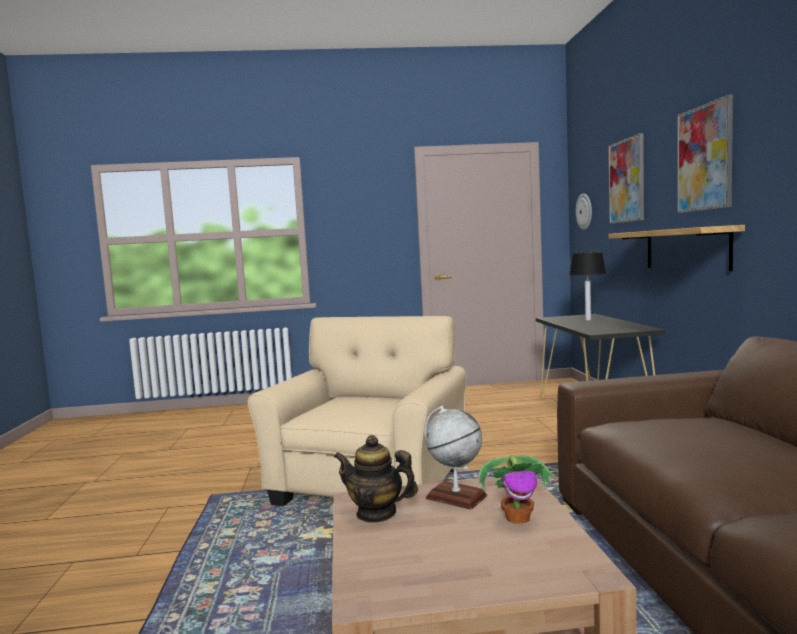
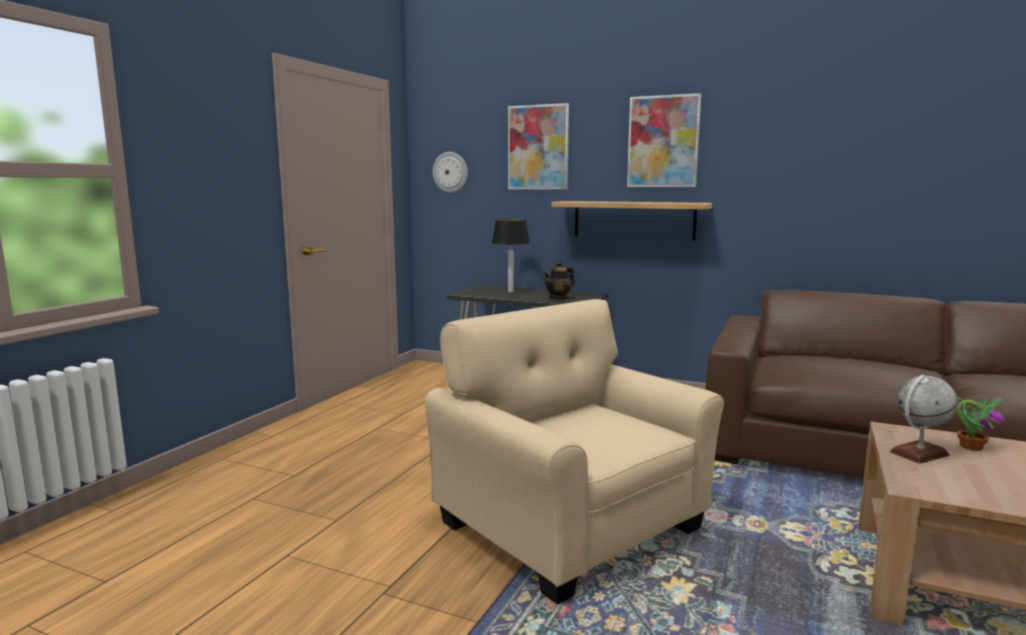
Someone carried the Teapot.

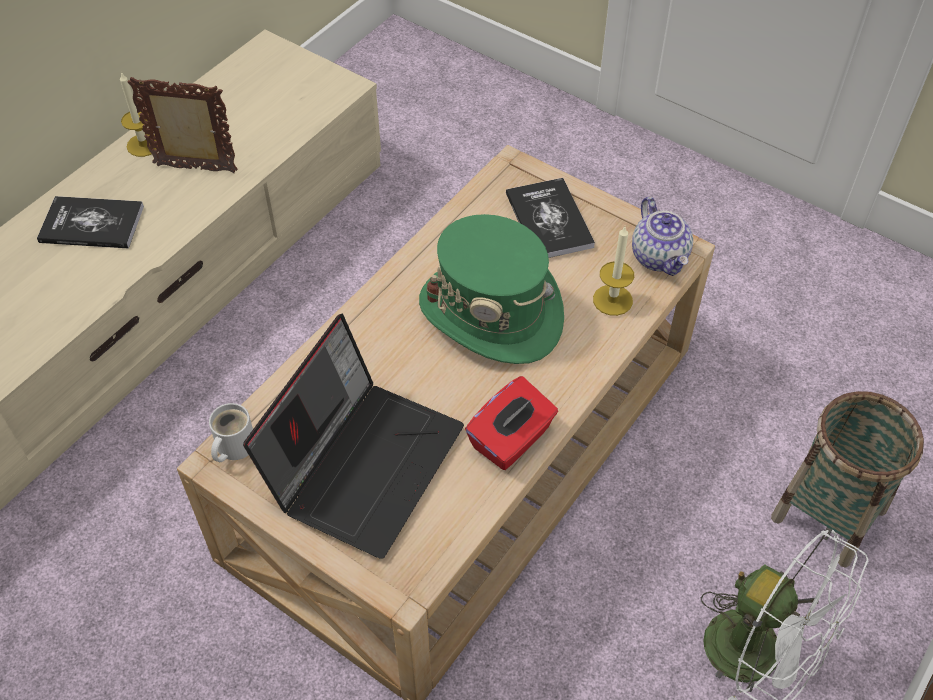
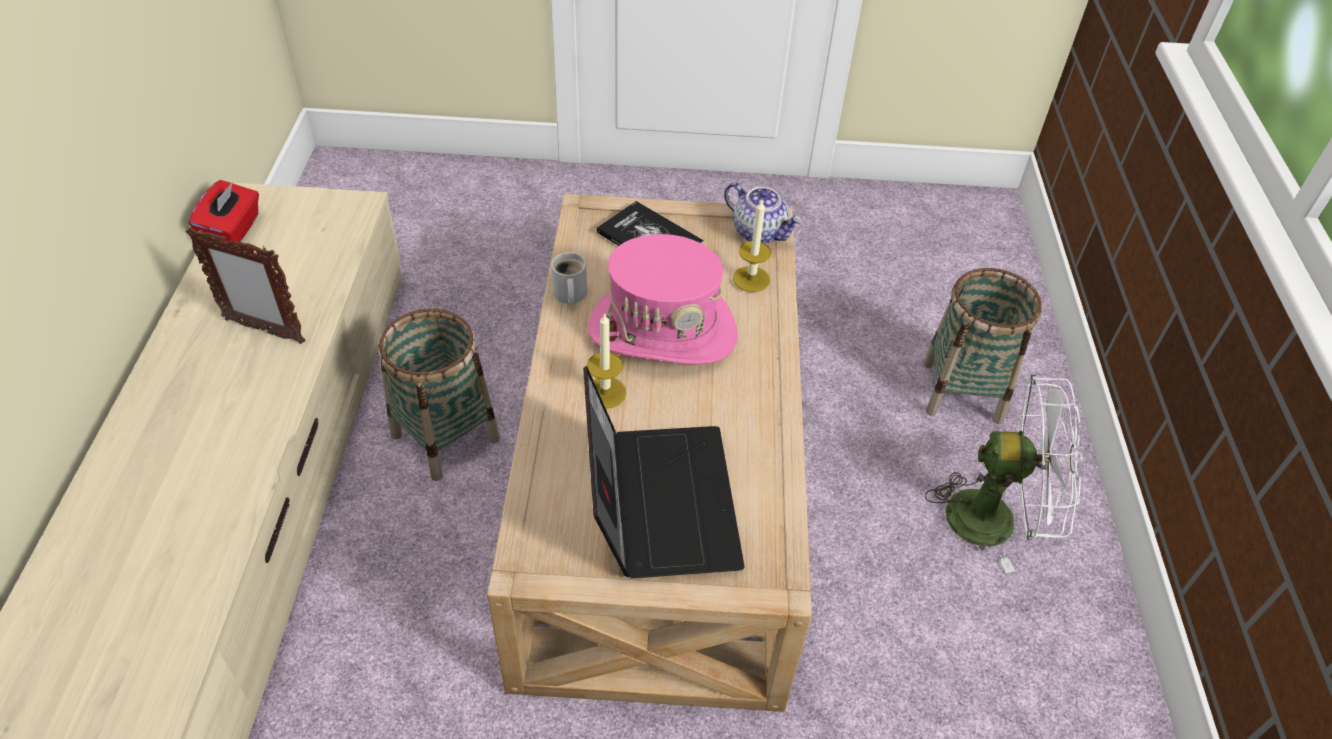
Someone rotated the StandingFrame by 135 degrees counterclockwise. Someone carried the RedColouredTissueBox. Someone put down the HouseholdBasket (no. 1 from left). Someone carried the WhiteTeaMug. Someone carried the Candle (no. 1 from left). Someone repainted the GreenColouredHat, which became the PinkishHat. Someone took away the Volume (no. 1 from left).

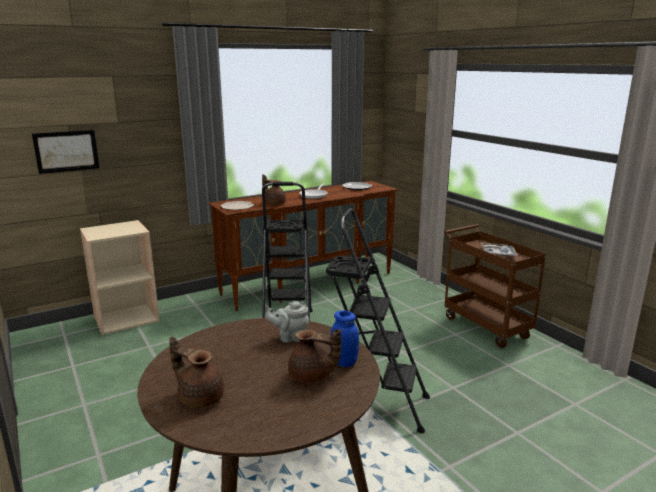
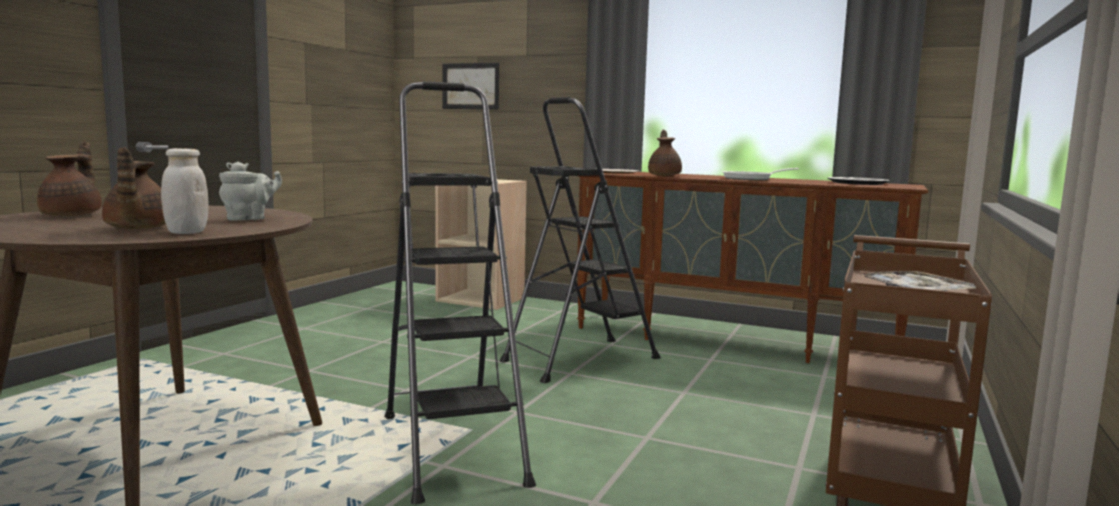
Someone repainted the BluishStorageJar, which became the WhiteStorageJar. Someone rotated the GreyTeapot by 90 degrees clockwise.

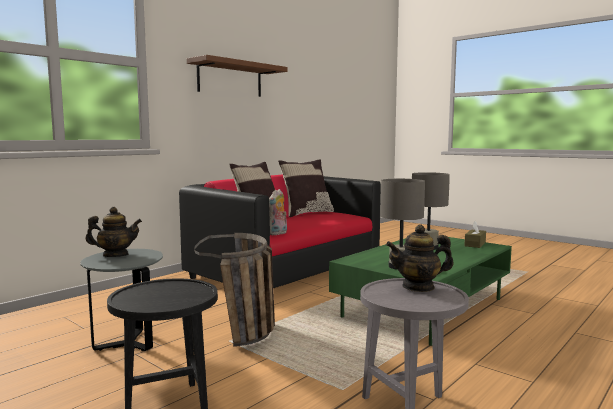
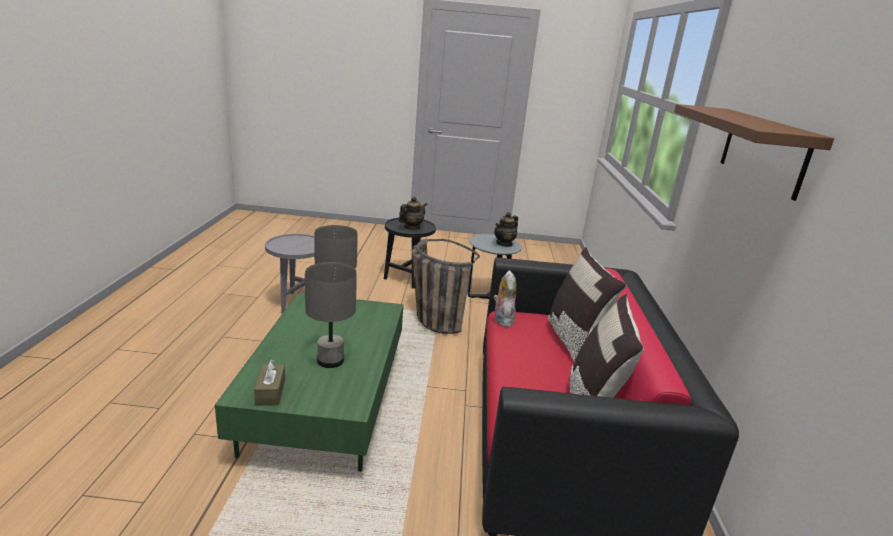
Someone carried the Teapot (no. 2 from left in the first image).

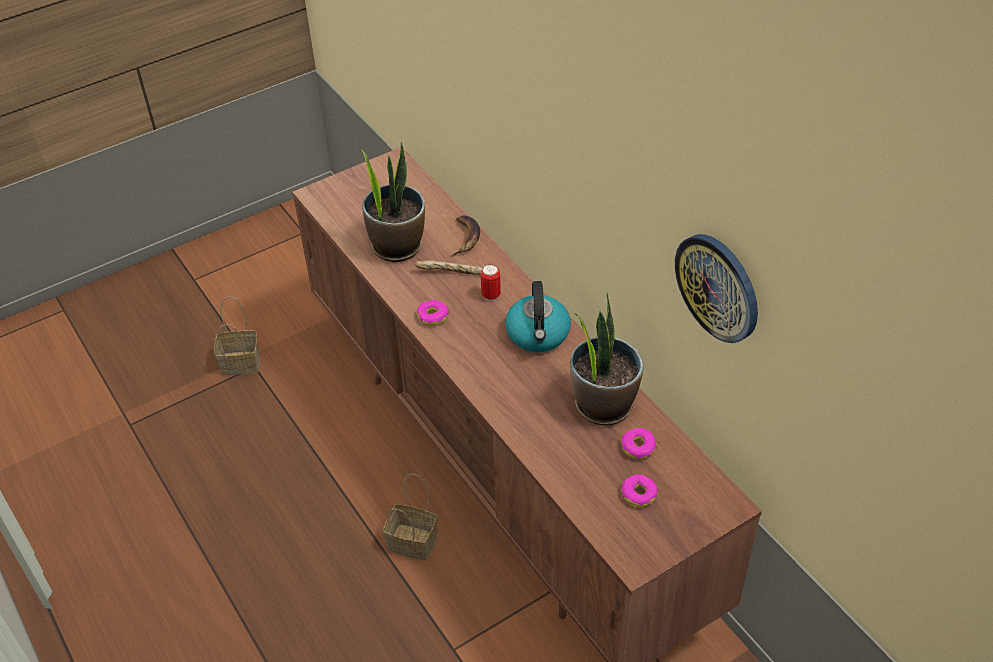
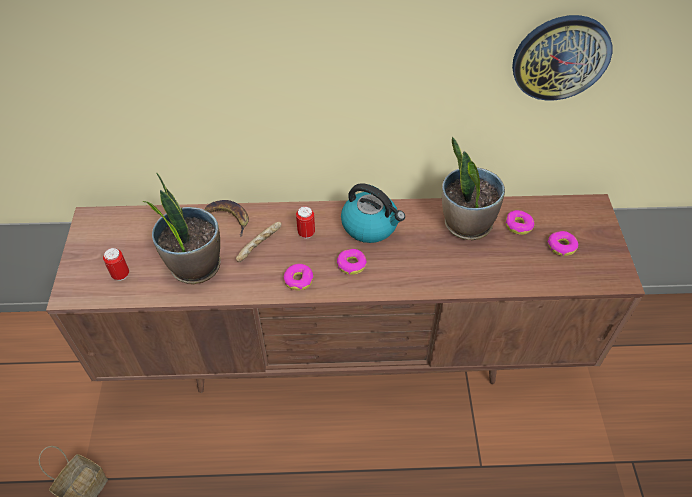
Someone put down the Can (no. 1 from left). Someone put down the Donut (no. 2 from left). Someone took away the HouseholdBasket (no. 2 from left).

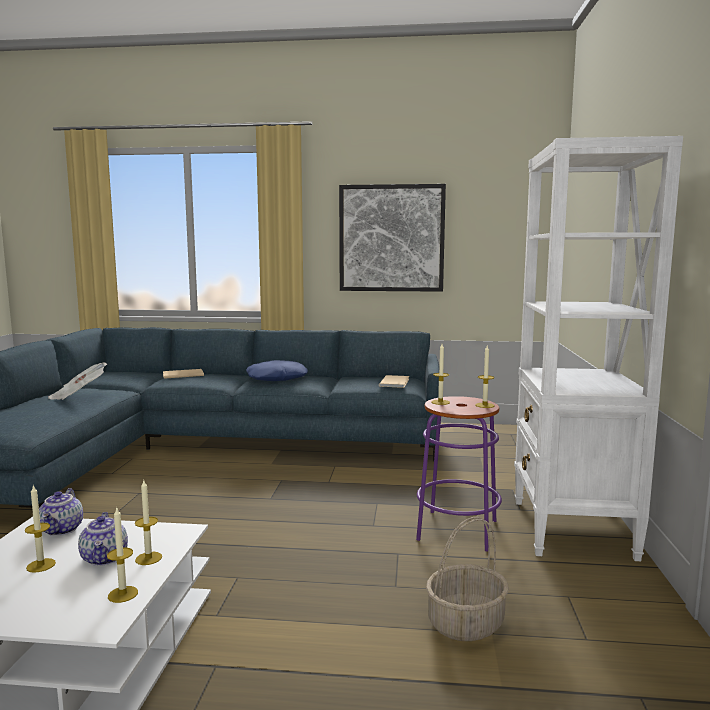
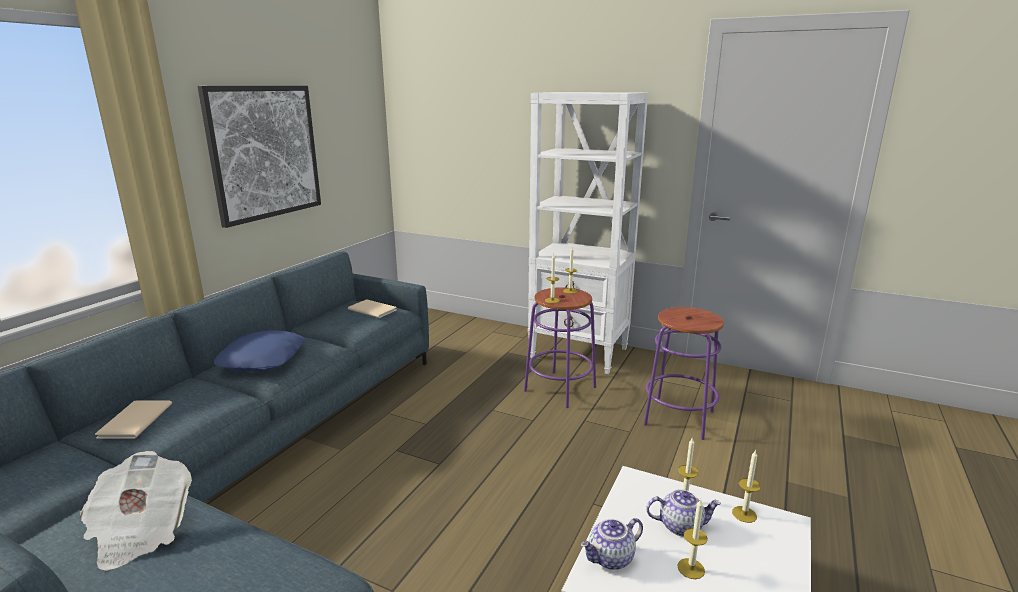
Someone rotated the Teapot (no. 1 from left) by 135 degrees clockwise. Someone swapped the HouseholdBasket for the PurplishStoolSeat (no. 2 from left).

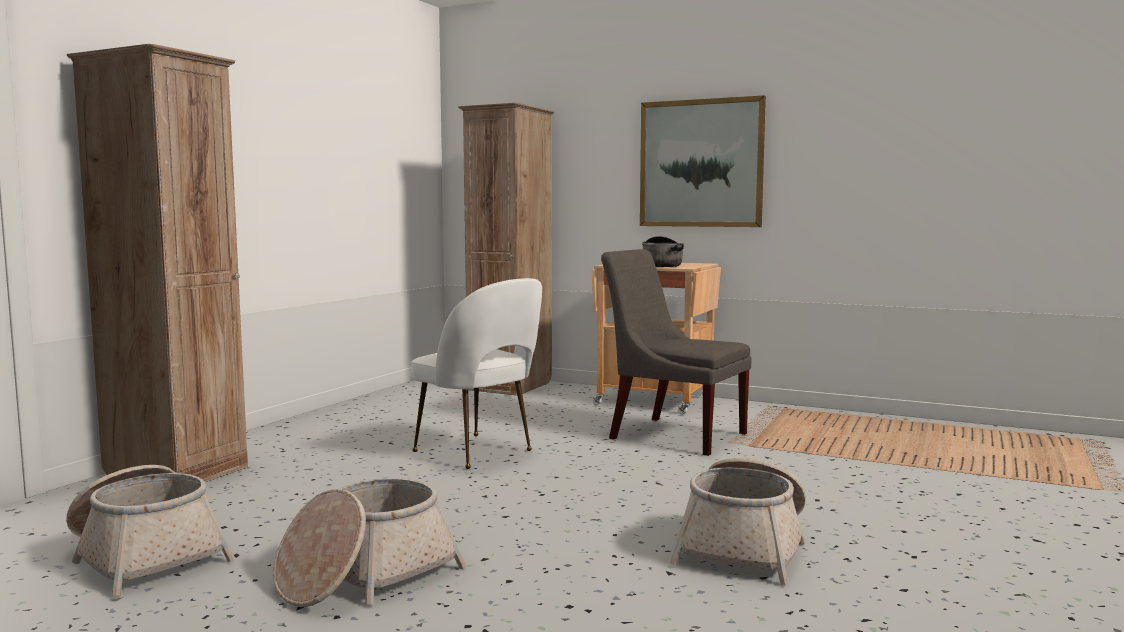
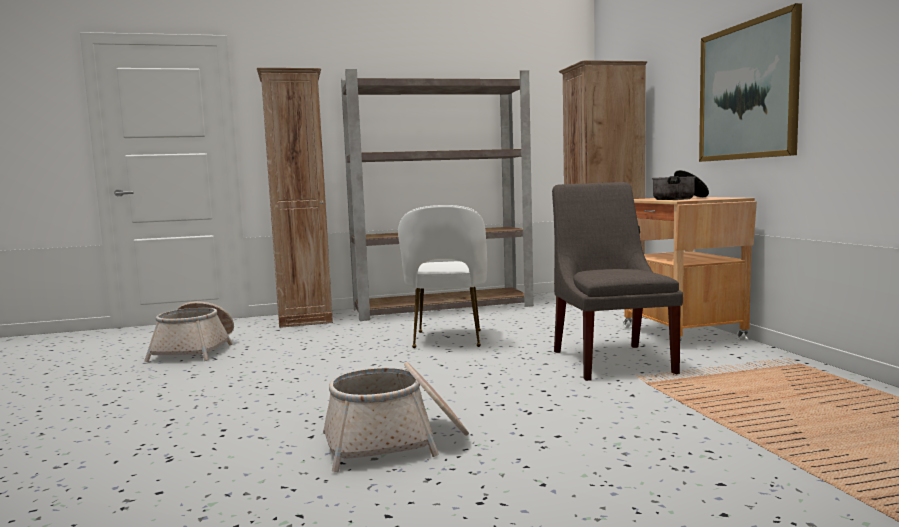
Someone put down the BrownBookshelf. Someone took away the HouseholdBasket (no. 2 from left).

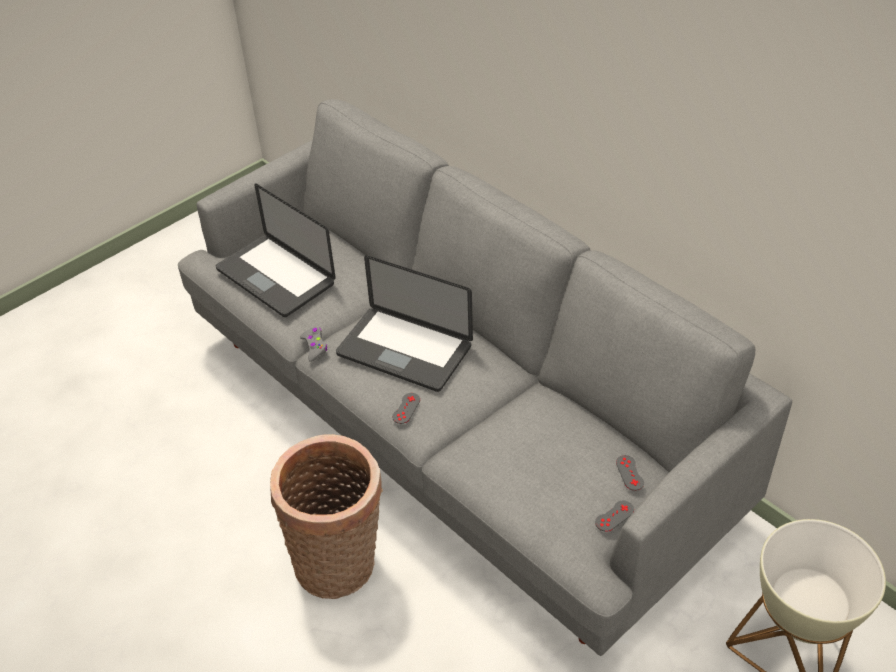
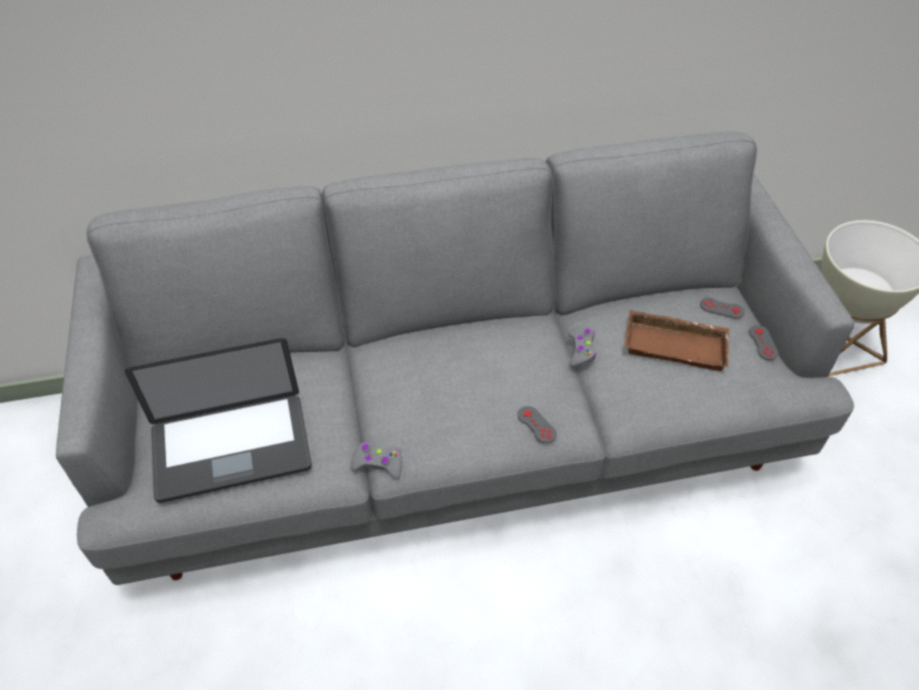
Someone put down the GreyGamepad (no. 3 from left). Someone put down the BrownCarryingTray. Someone took away the HouseholdBasket. Someone took away the Laptop (no. 2 from left).

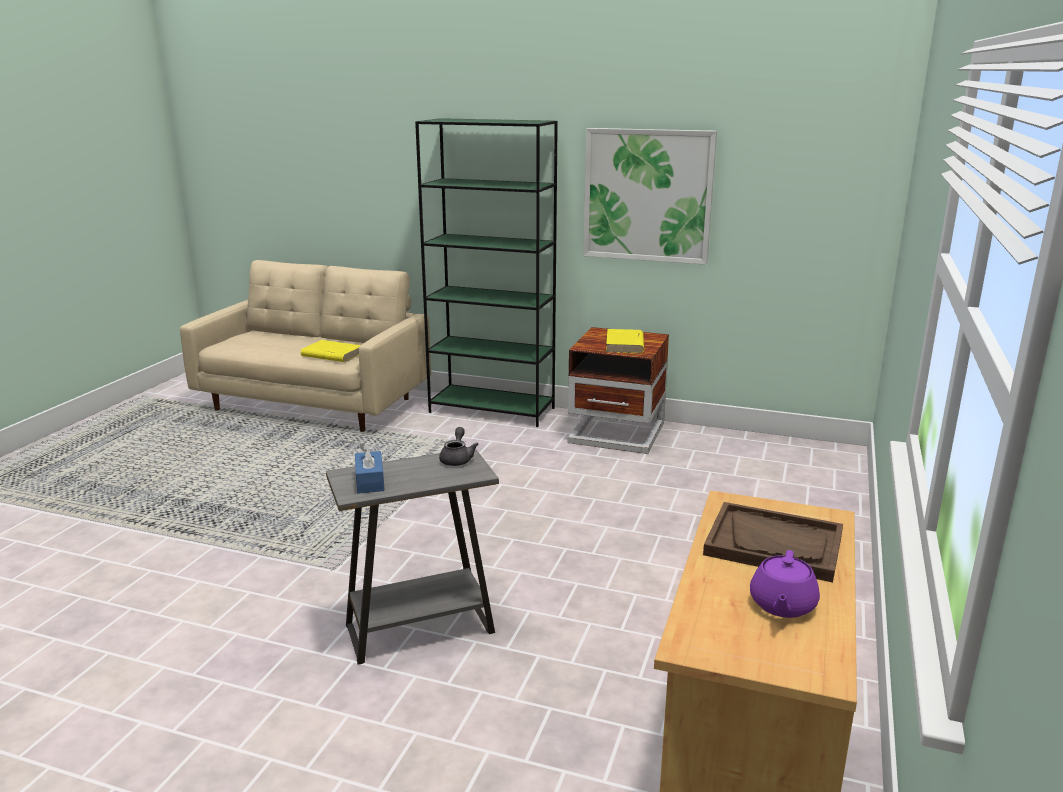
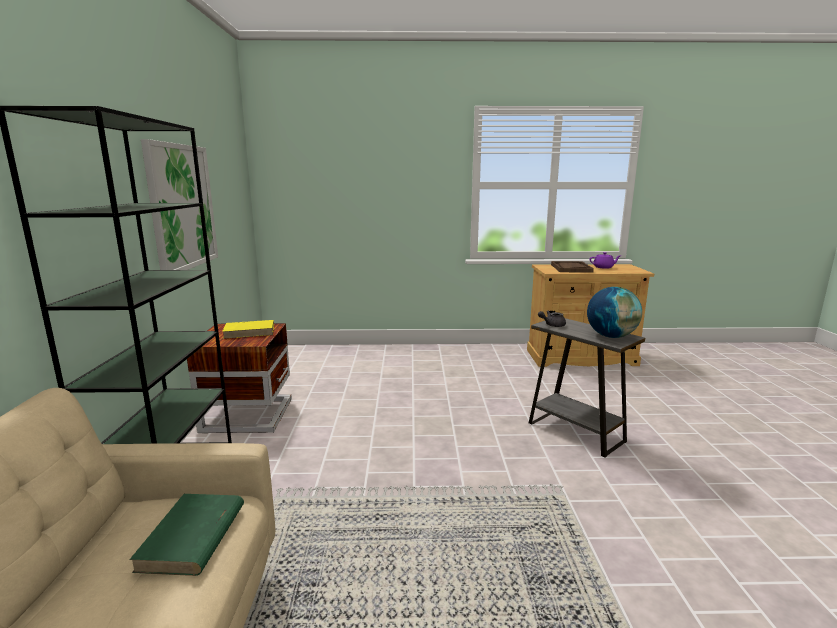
Someone repainted the YellowColouredVolume (no. 1 from left), which became the GreenColouredVolume. Someone swapped the BluishTissueBox for the DeskGlobe.

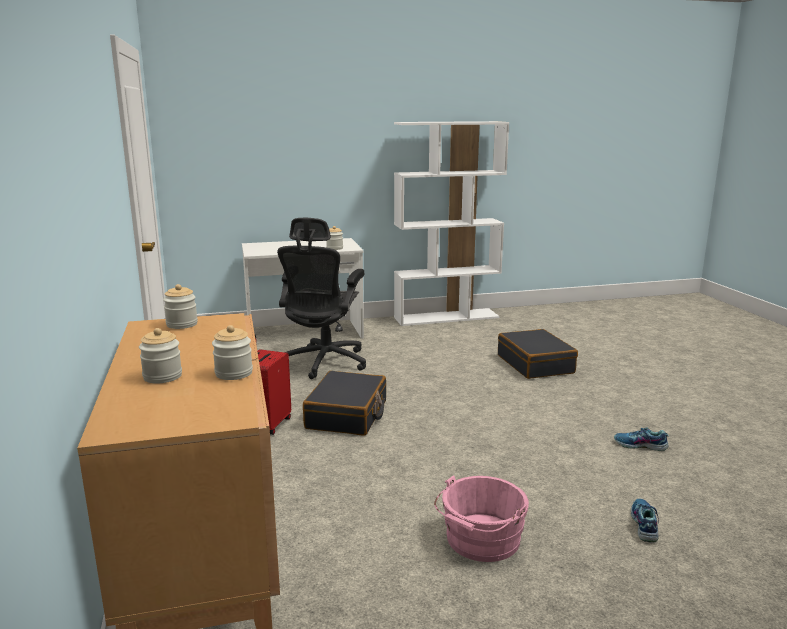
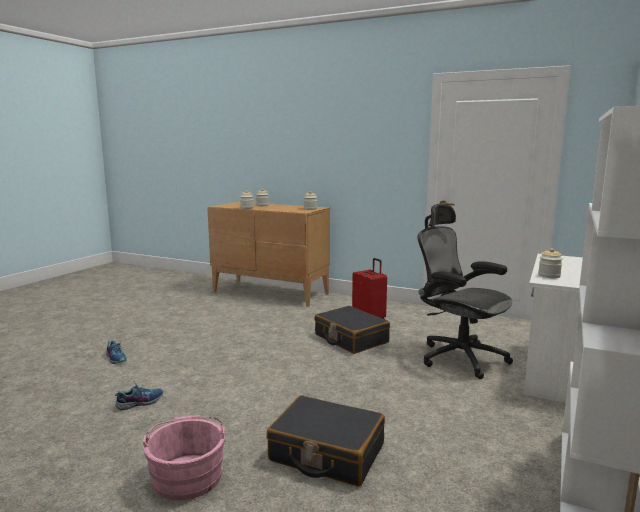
Someone carried the PinkishBucket.

